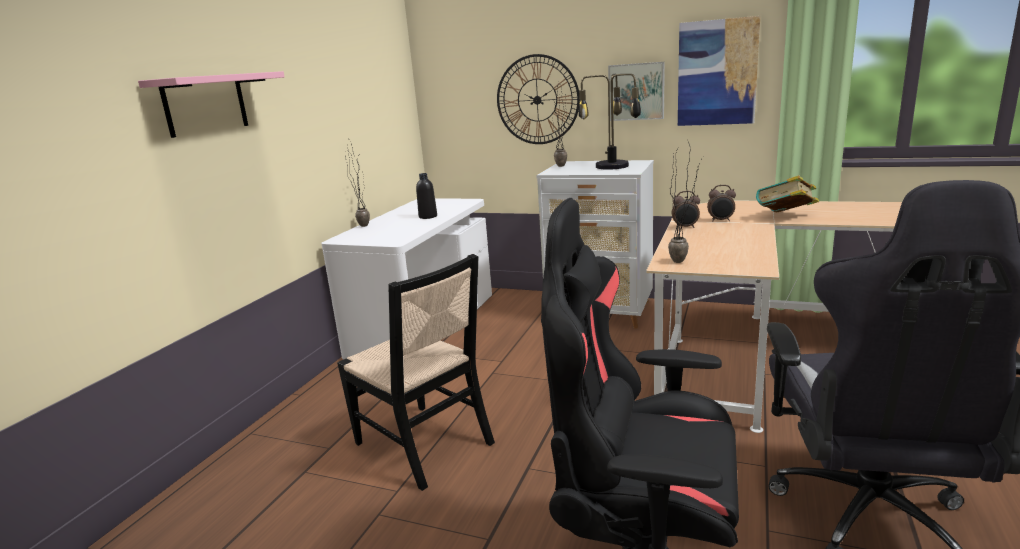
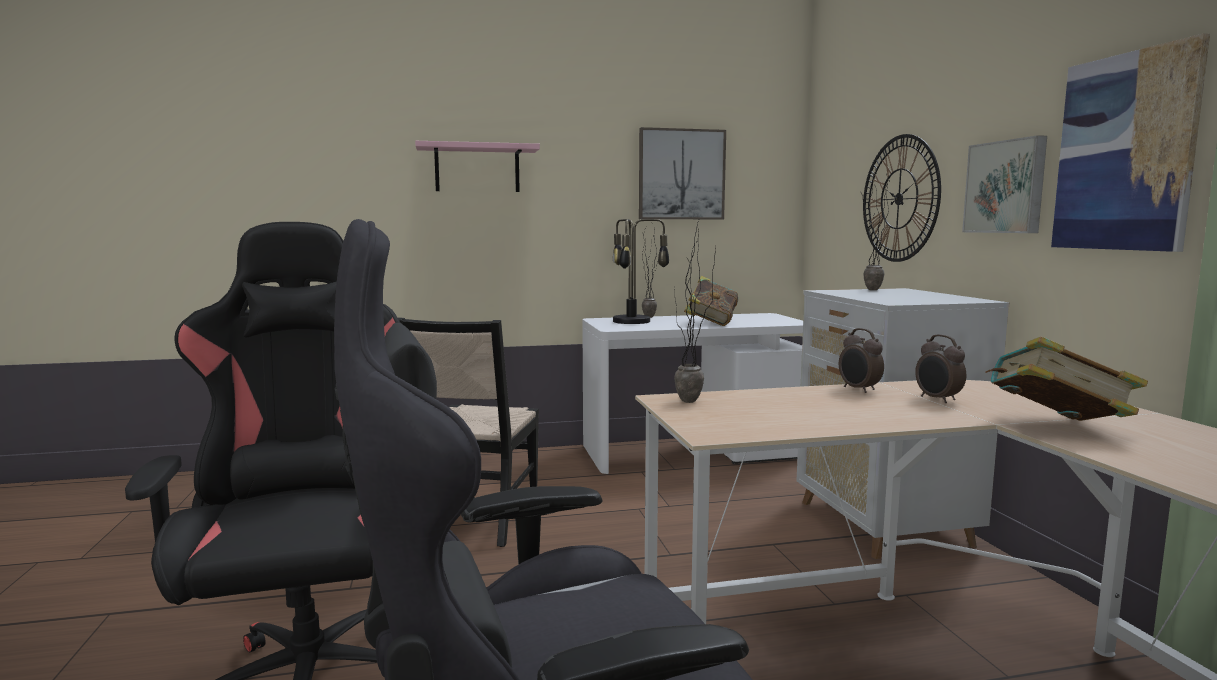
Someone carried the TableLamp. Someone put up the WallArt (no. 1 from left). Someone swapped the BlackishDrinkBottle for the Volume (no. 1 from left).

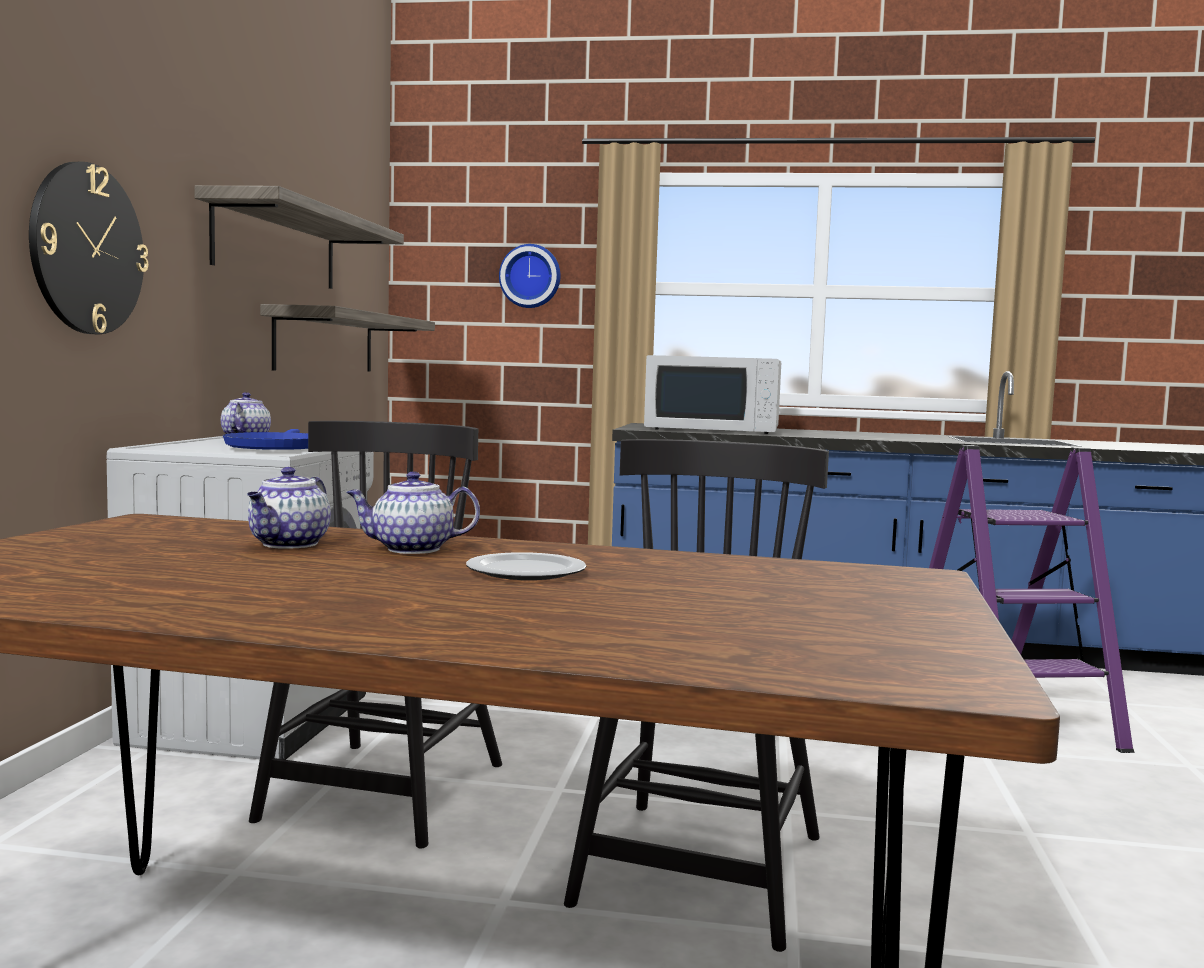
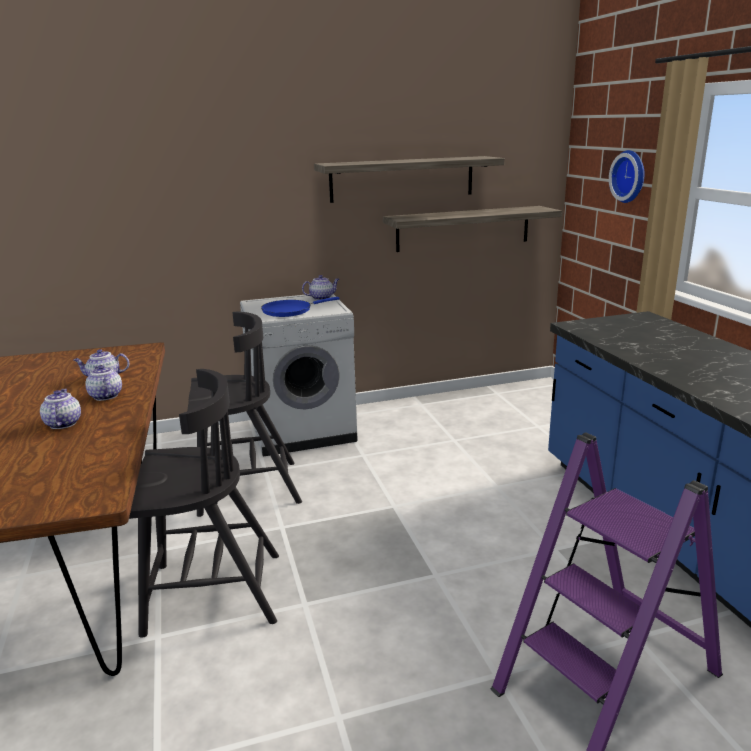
Someone swapped the FlatDish for the Teapot (no. 1 from left). Someone took away the HangingClock (no. 1 from left). Someone took away the WhiteMicrowave.

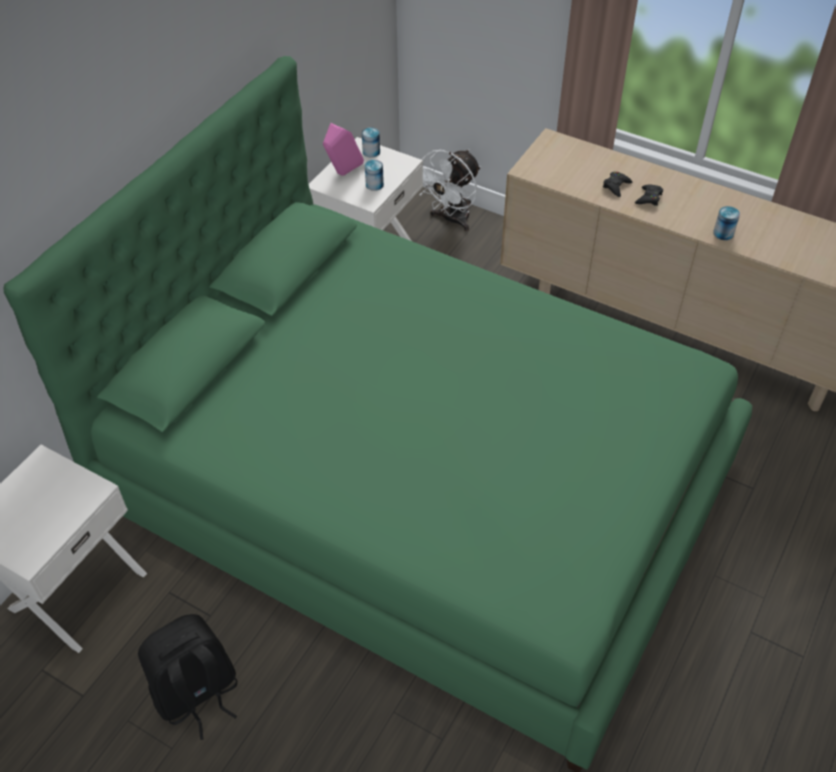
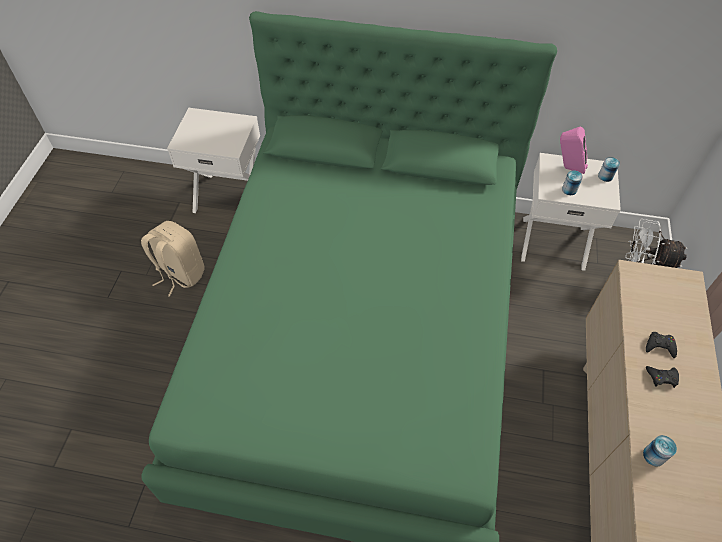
Someone repainted the BlackishBackpack, which became the SandColouredBackpack.

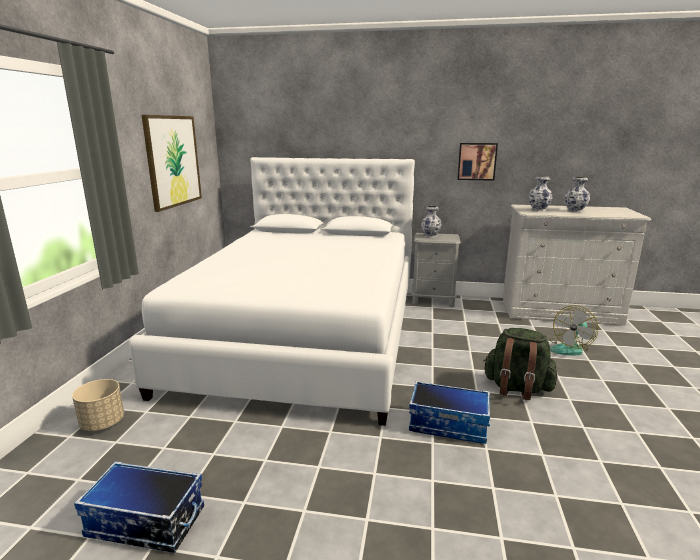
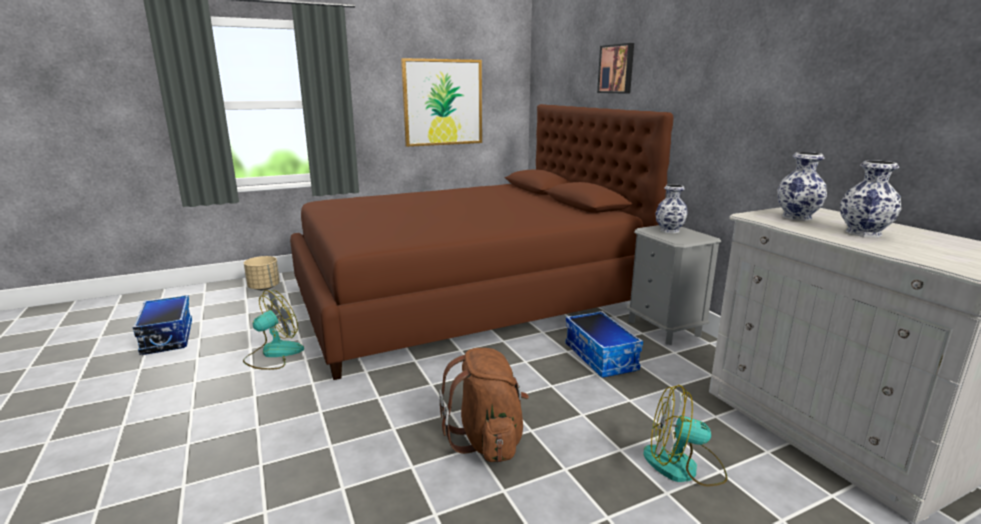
Someone put down the CoolingFan (no. 1 from left). Someone repainted the WhiteSleepingBed, which became the BrownSleepingBed. Someone repainted the GreenColouredBackpack, which became the BrownBackpack. Someone carried the StorageContainer (no. 2 from left). Someone carried the WallArt (no. 2 from left).

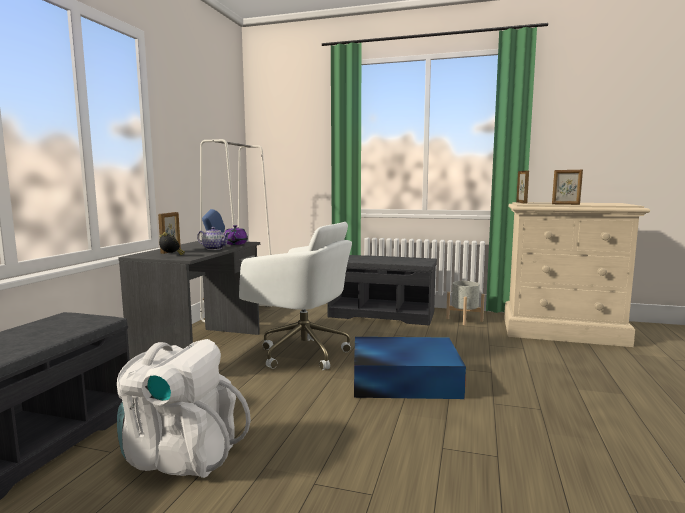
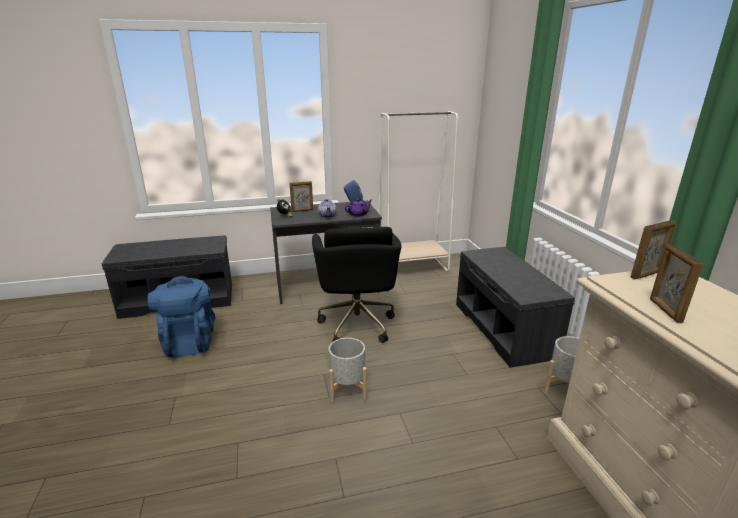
Someone repainted the WhiteBackpack, which became the BluishBackpack. Someone repainted the WhiteComputerChair, which became the BlackishComputerChair. Someone swapped the BluishStorageContainer for the GreyPlanter (no. 1 from left).

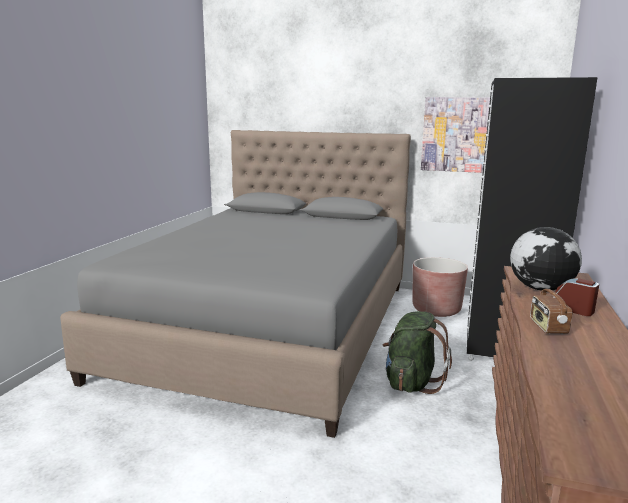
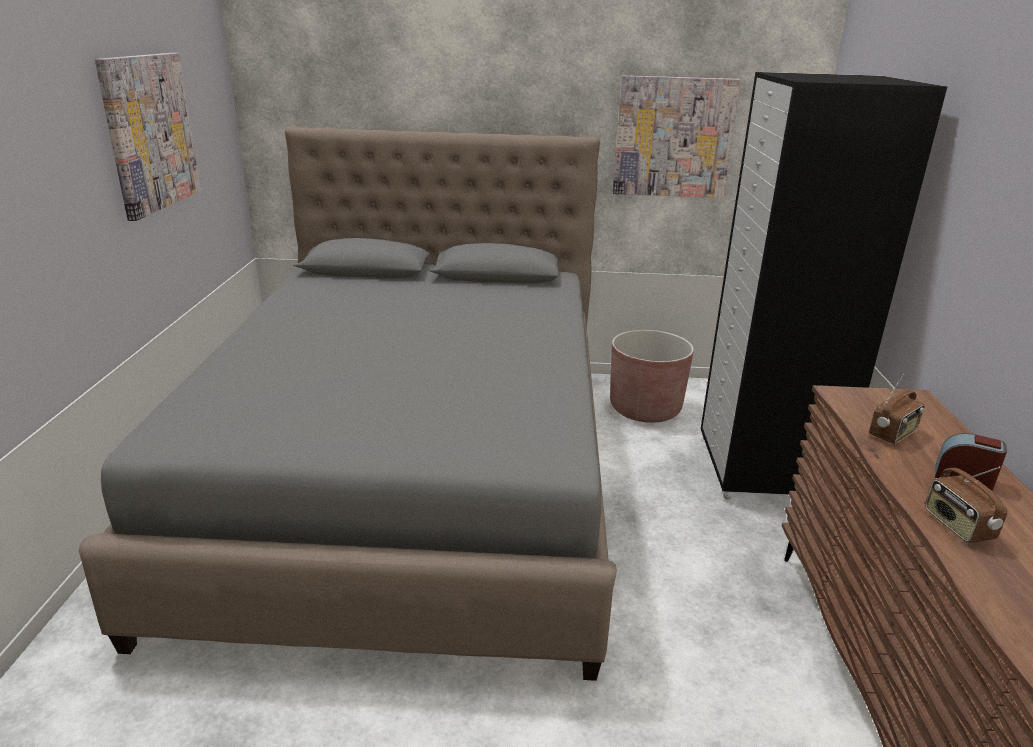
Someone put up the WallArt (no. 1 from left). Someone swapped the DeskGlobe for the RadioReceiver (no. 1 from left). Someone took away the GreenColouredBackpack.

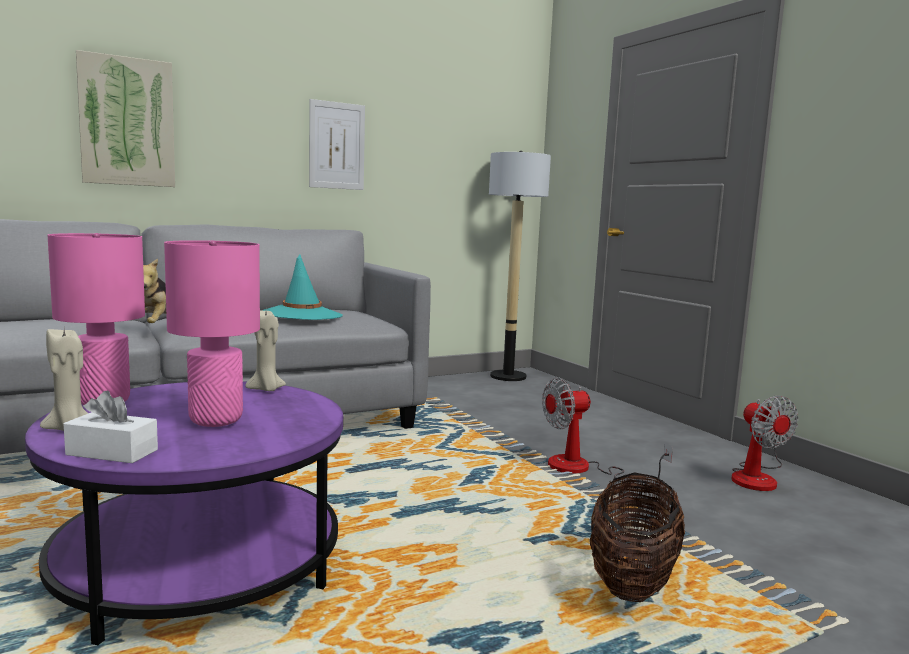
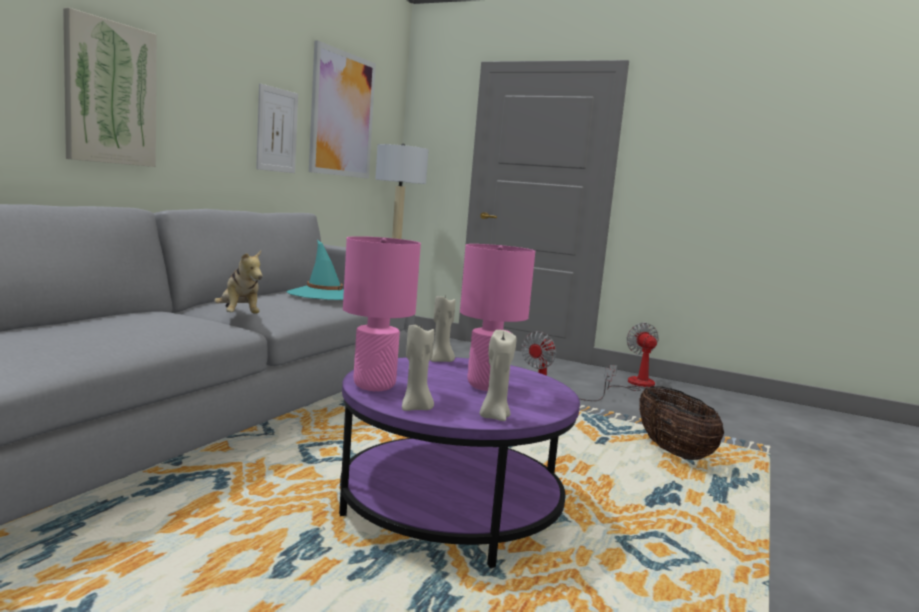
Someone put up the WallArt (no. 3 from left). Someone swapped the WhiteTissueBox for the SandColouredCandle (no. 3 from left). Someone rotated the CoolingFan (no. 2 from left) by 135 degrees counterclockwise.

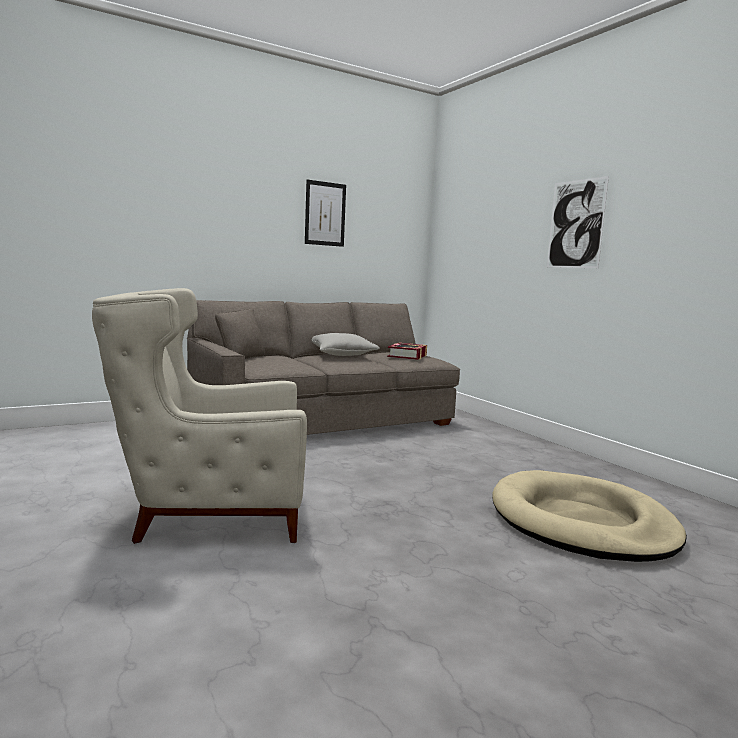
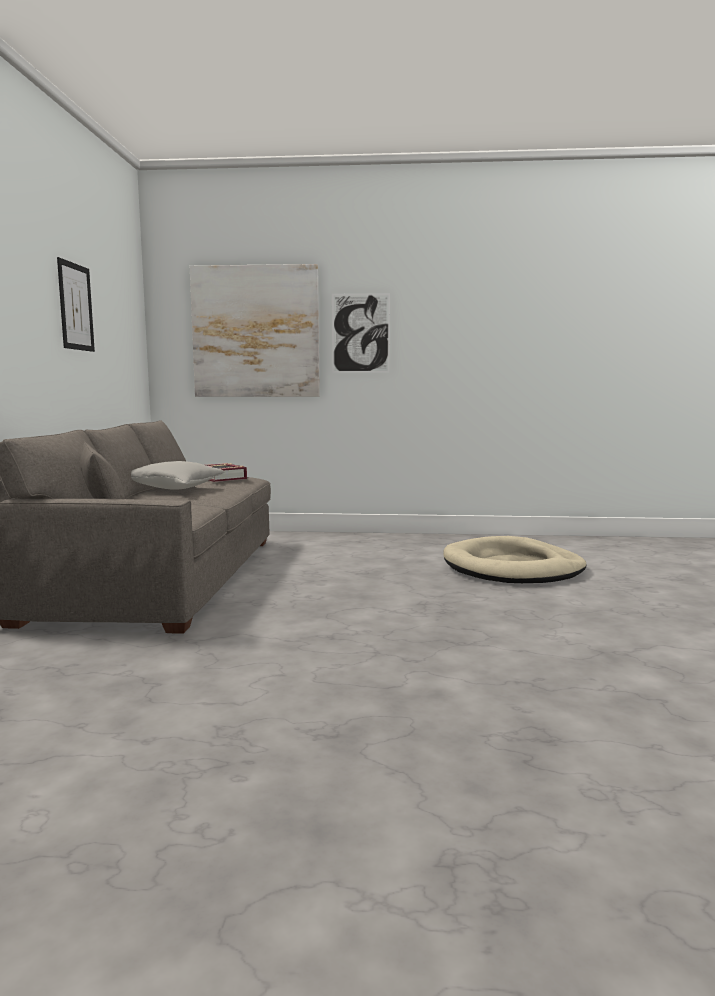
Someone put up the WallArt (no. 2 from left). Someone took away the SandColouredLoungeChair.

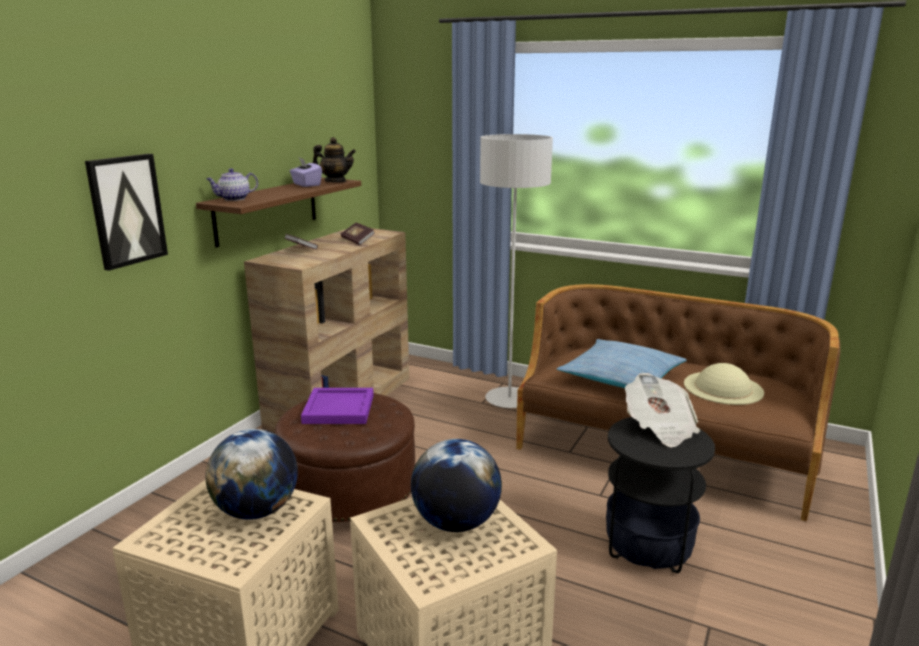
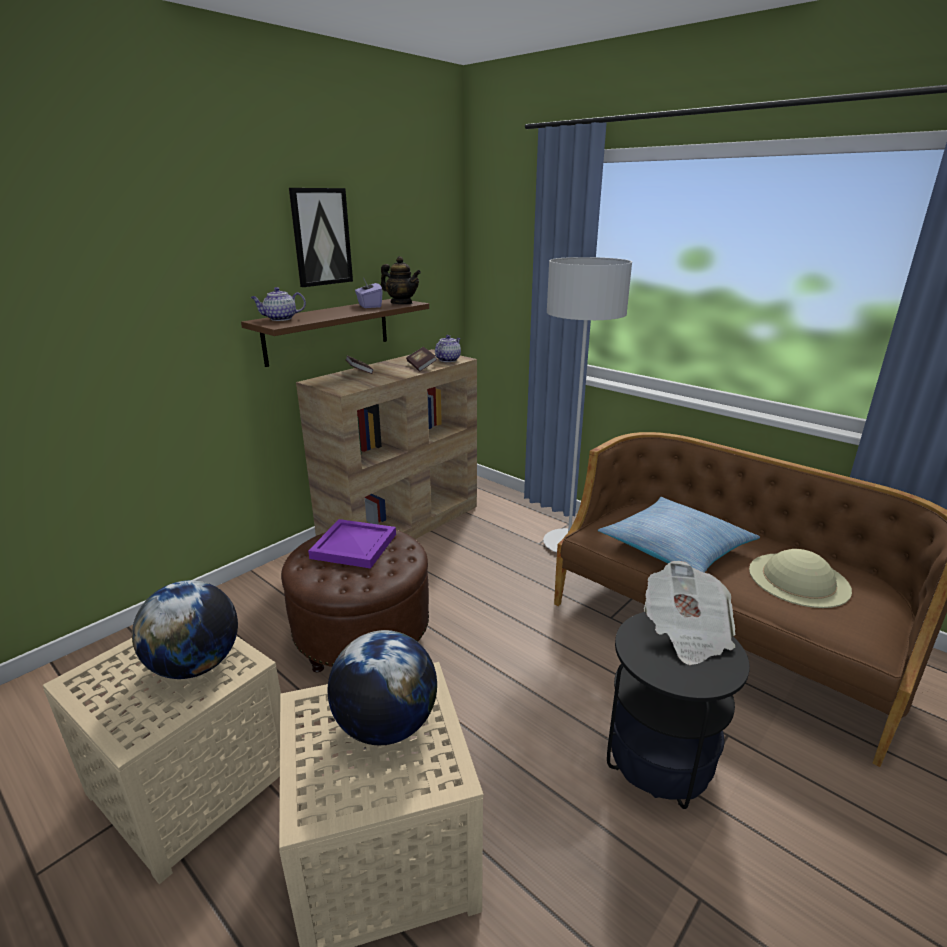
Someone carried the WallArt. Someone put down the Teapot (no. 3 from left).

